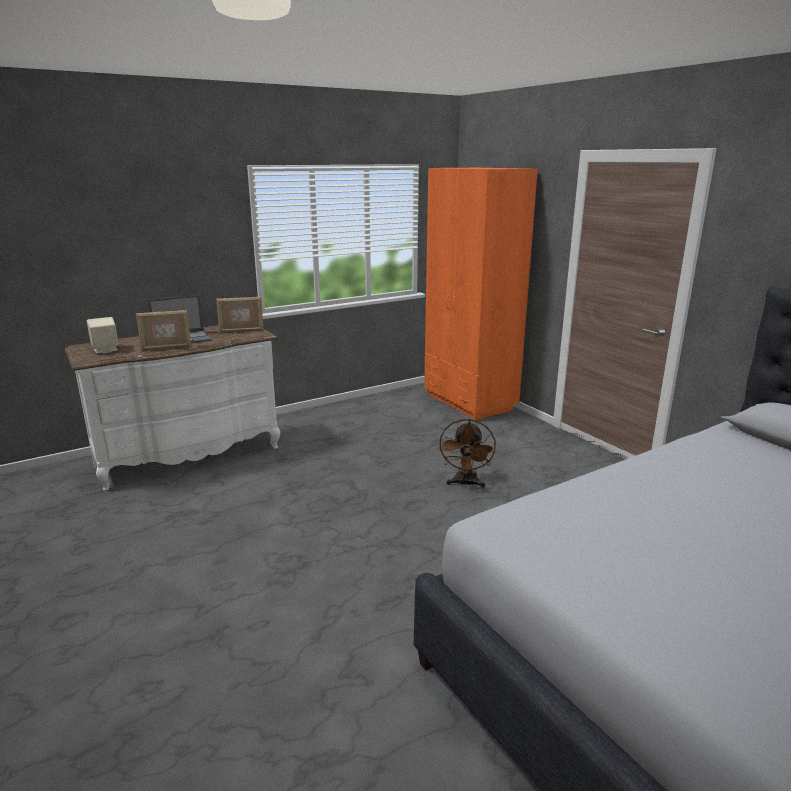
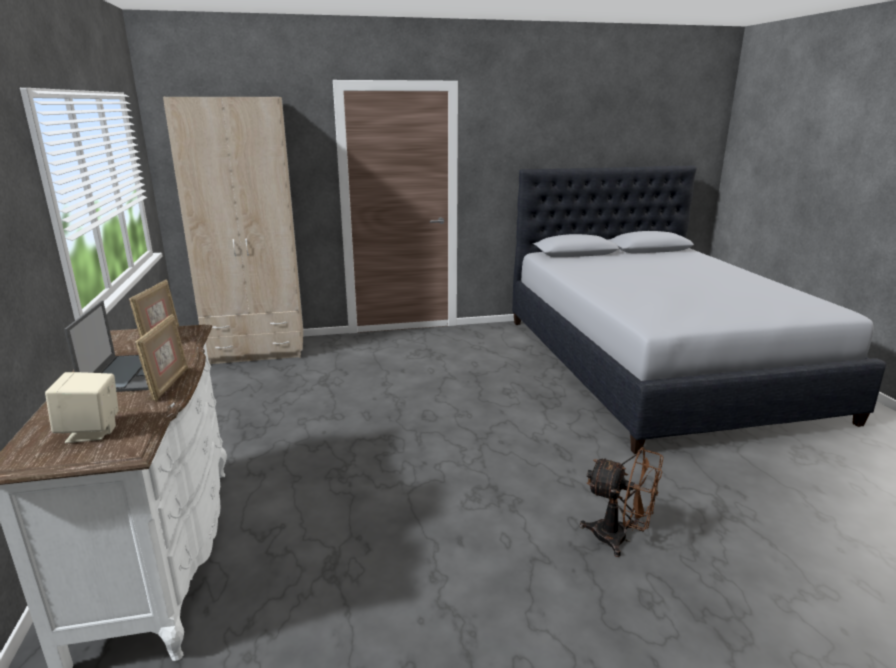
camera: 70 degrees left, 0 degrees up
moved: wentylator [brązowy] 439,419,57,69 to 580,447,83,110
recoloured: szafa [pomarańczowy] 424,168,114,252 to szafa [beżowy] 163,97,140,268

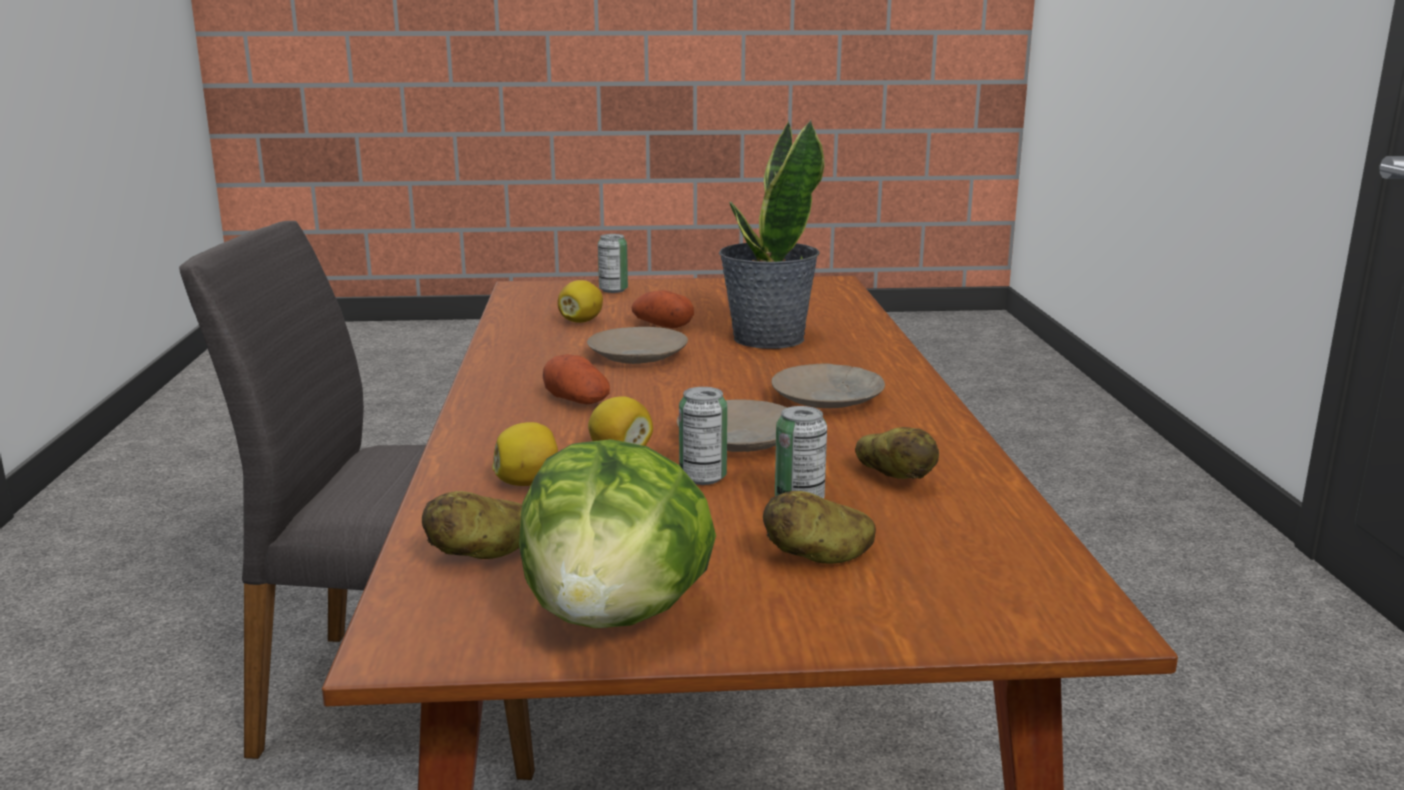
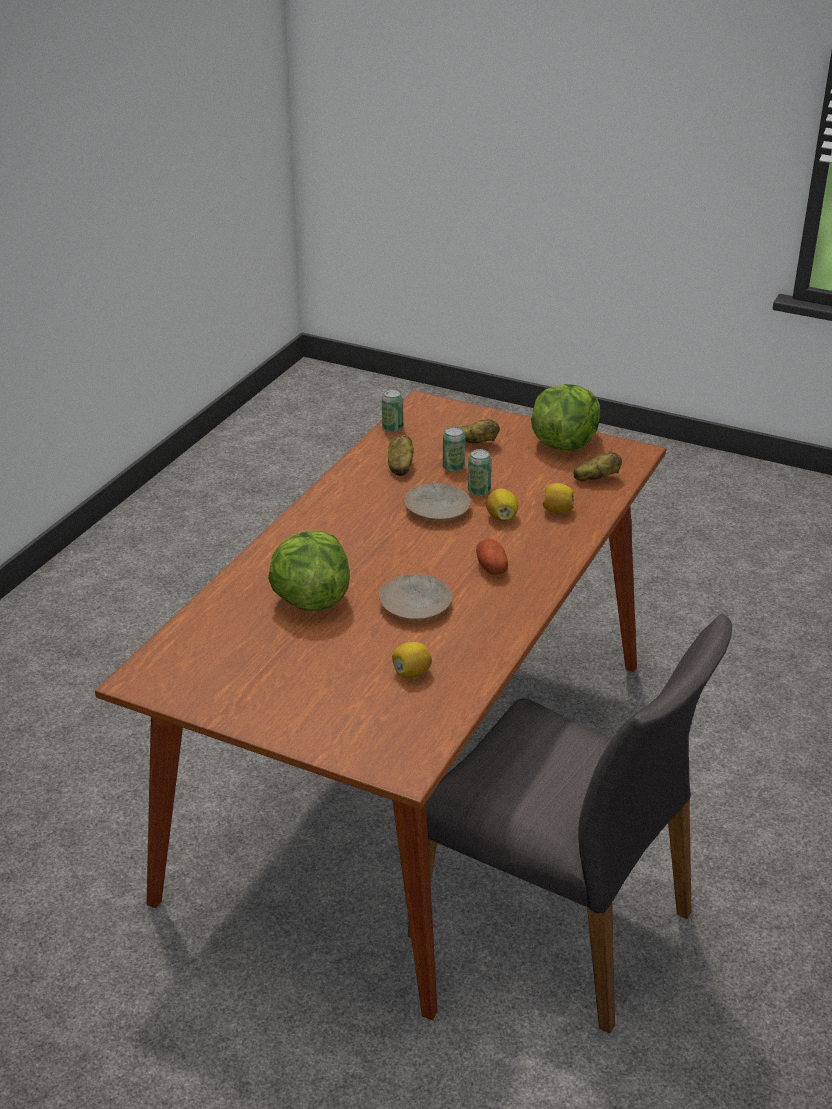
camera: 150 degrees left, 15 degrees up
removed: ziemniak 632,290,62,38; talerz [beżowy] 772,364,113,44
moved: puszka 598,234,30,59 to 382,389,21,44
replaced: roślina doniczkowa 719,120,105,229 to sałata 268,531,82,80

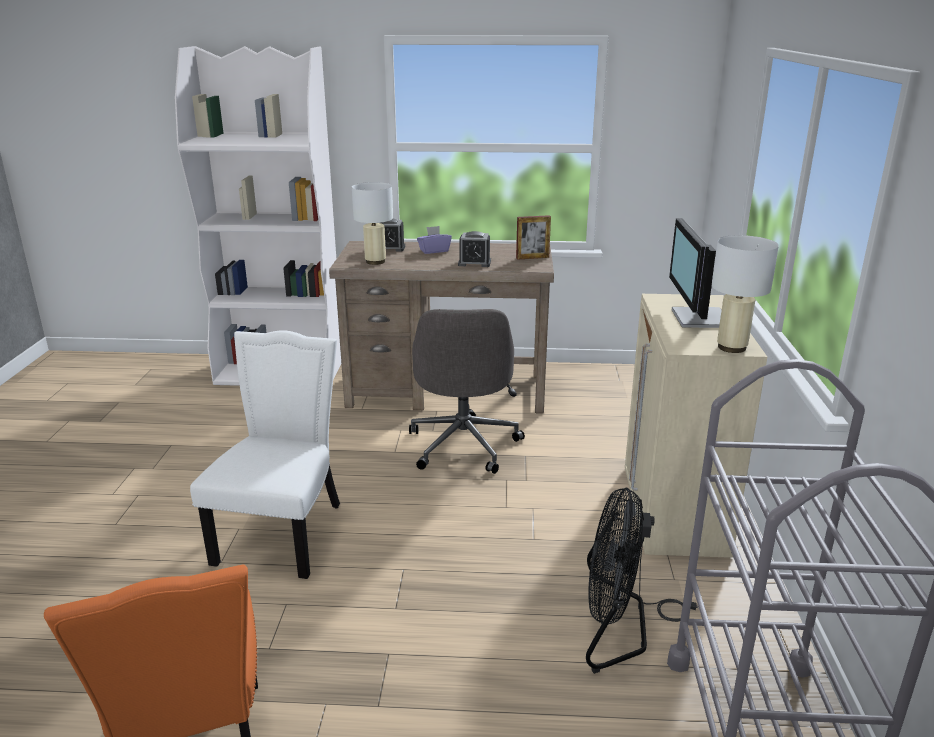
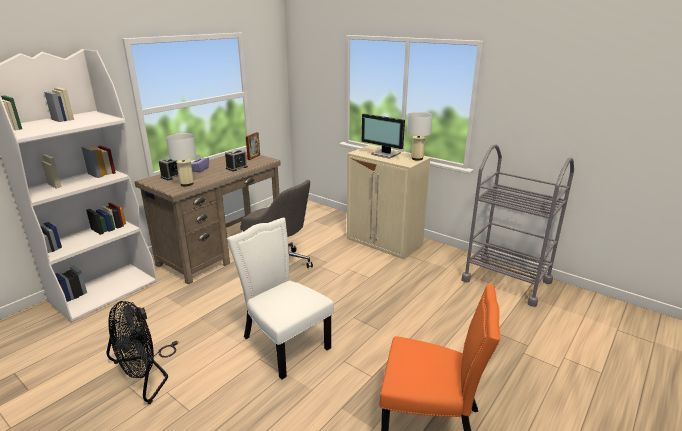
camera: 55 degrees left, 0 degrees up
moved: wentylator [czarny] 586,488,113,186 to 106,301,73,103

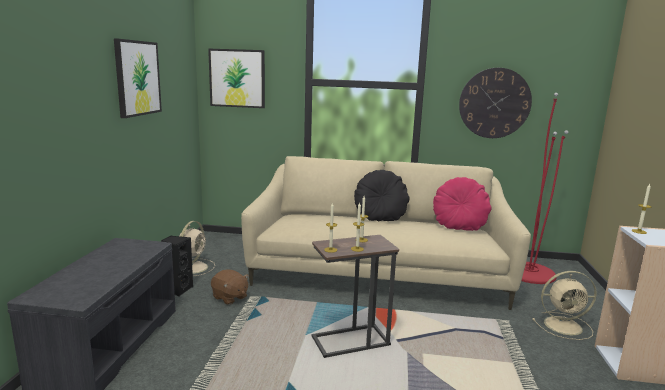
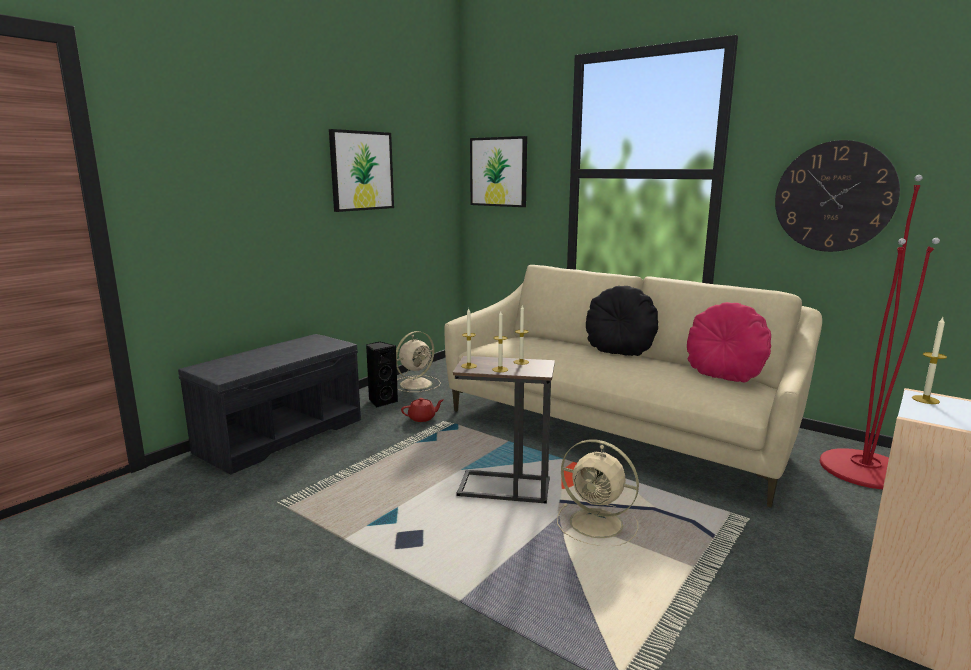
camera: 30 degrees right, 0 degrees up
moved: wentylator [beżowy] 532,271,65,69 to 557,439,82,107
replaced: pluszak [brązowy] 211,269,38,36 to imbryk [czerwony] 401,398,43,24

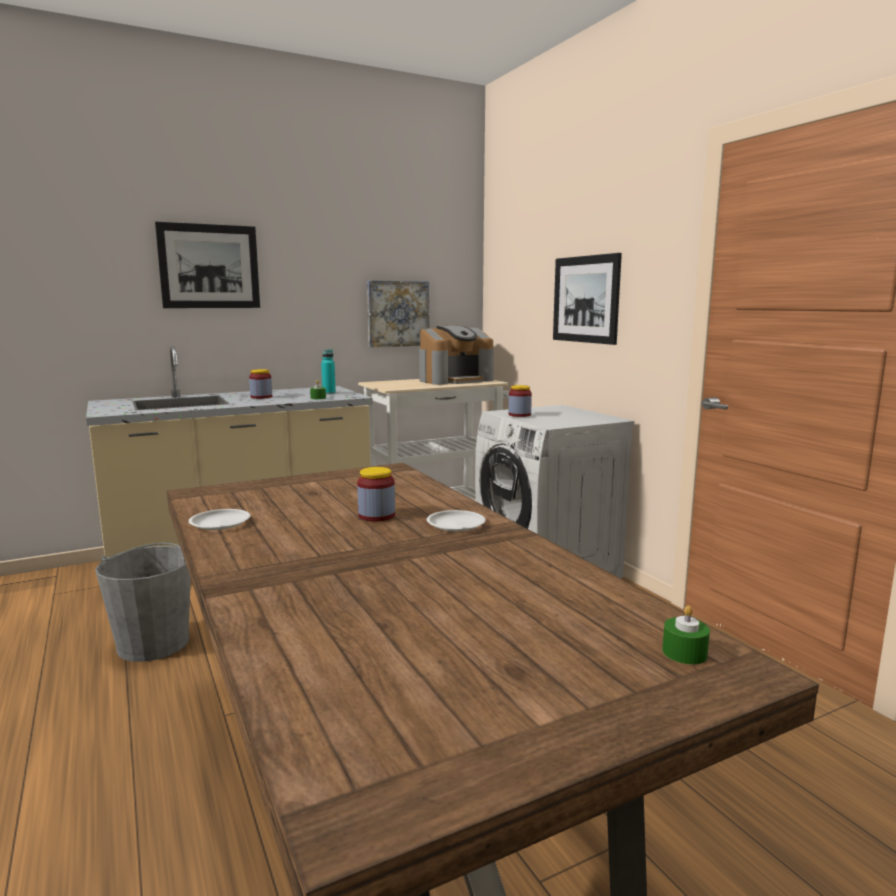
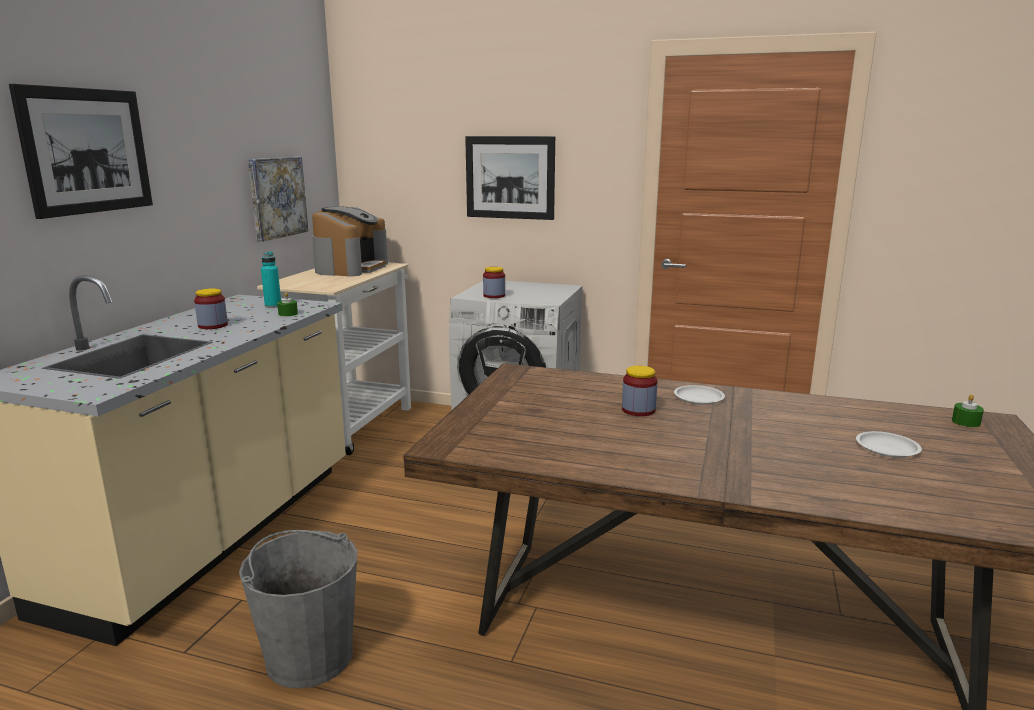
camera: 45 degrees left, 5 degrees up
moved: talerz [biały] 189,509,62,21 to 856,431,66,27

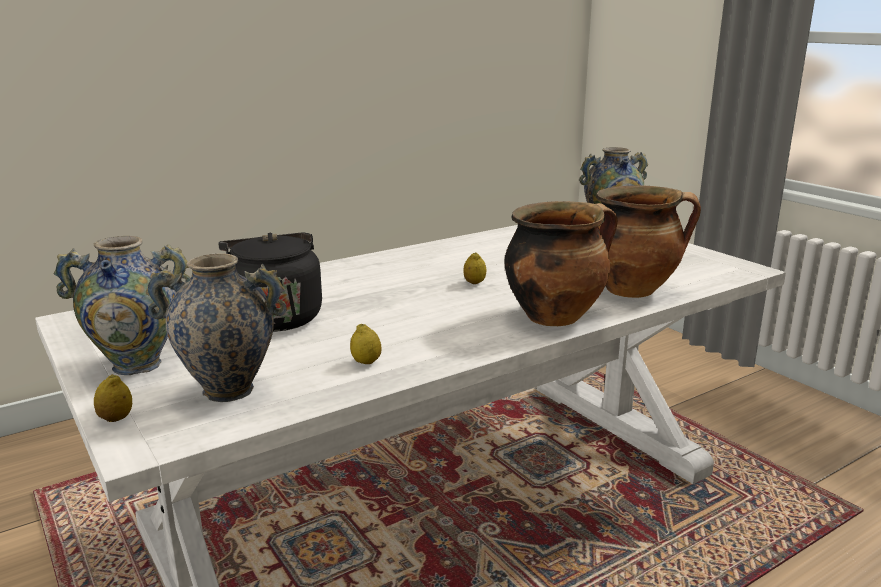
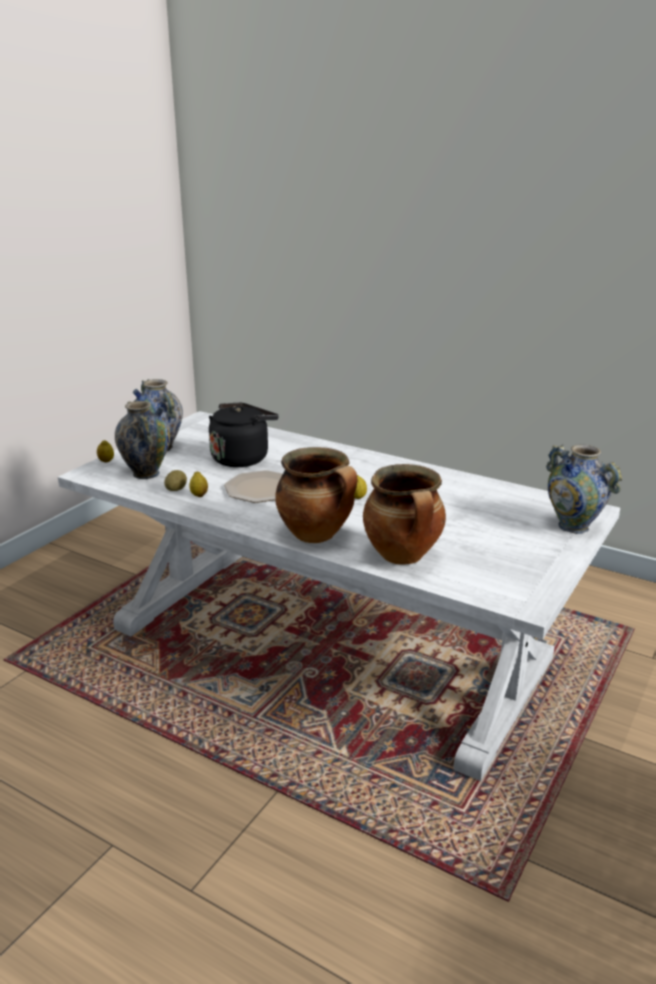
camera: 65 degrees right, 5 degrees up
added: ziemniak 164,470,23,21; talerz 224,470,59,33

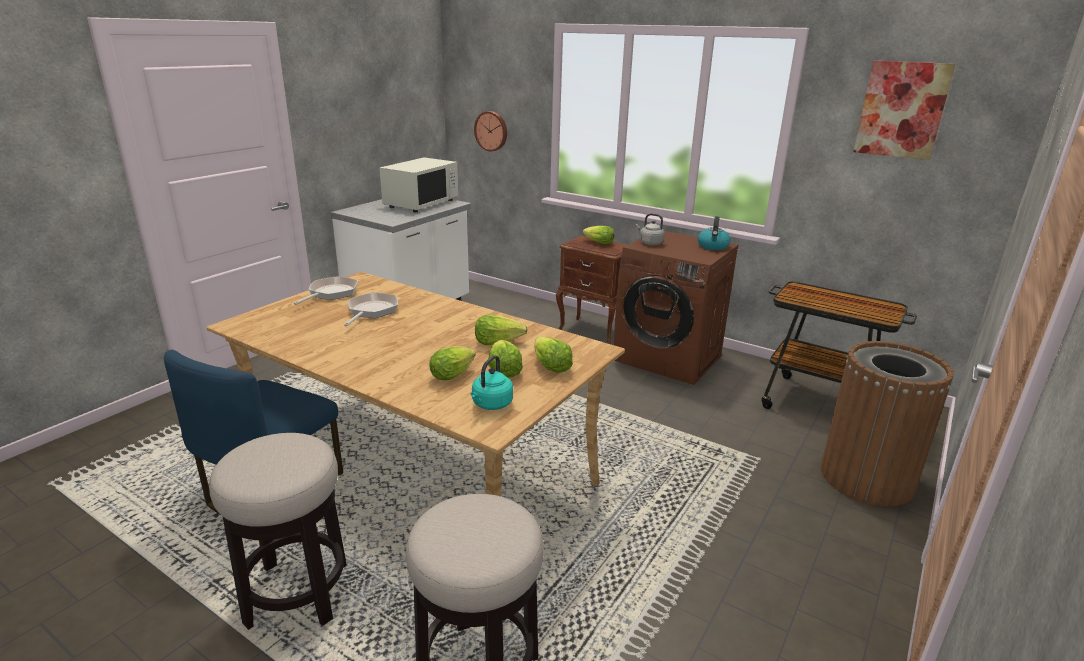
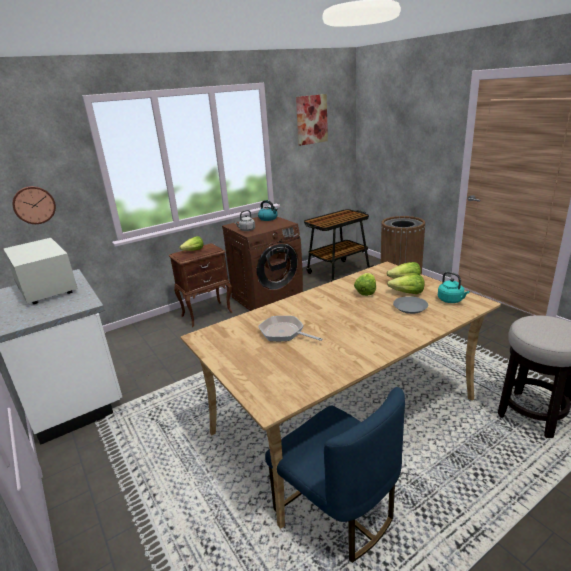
camera: 65 degrees left, 0 degrees up
removed: stołek 209,433,138,197; patelnia 294,276,64,29
replaced: sałata 429,346,47,35 to talerz [szary] 393,296,35,18

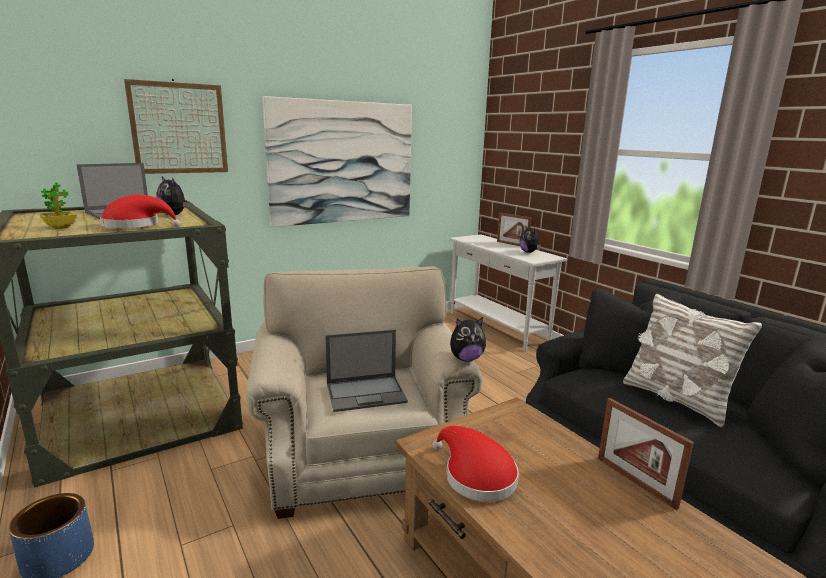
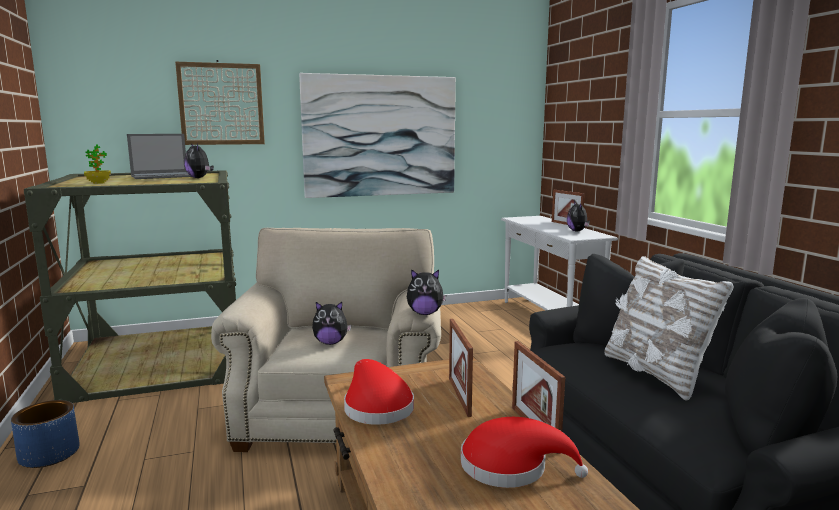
camera: 15 degrees right, 5 degrees down
added: ramka na zdjęcie 449,319,24,98
moved: kapelusz [czerwony] 100,195,81,33 to 461,417,127,71
replaced: laptop 325,329,83,83 to pluszak 312,302,39,43

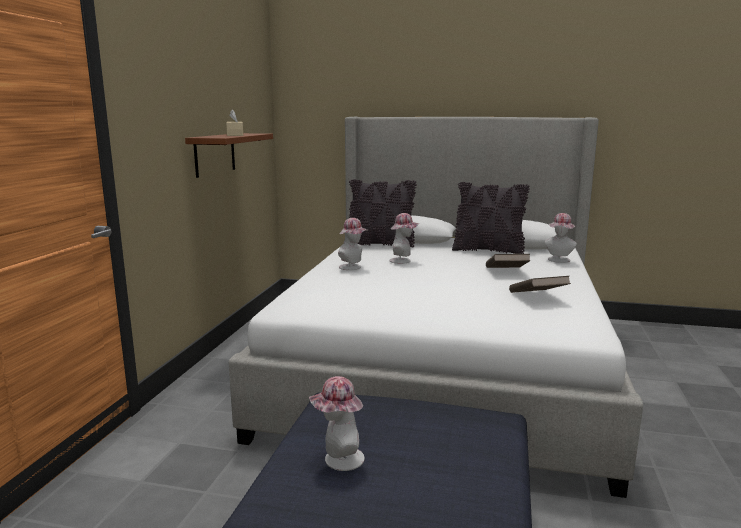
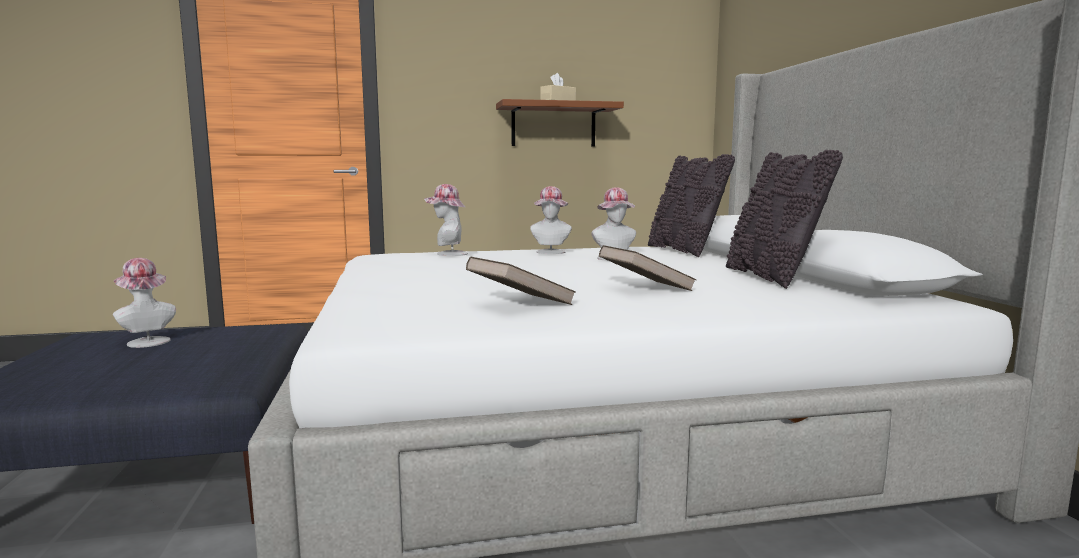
camera: 65 degrees right, 5 degrees down
moved: kapelusz 545,213,32,50 to 424,184,44,72

